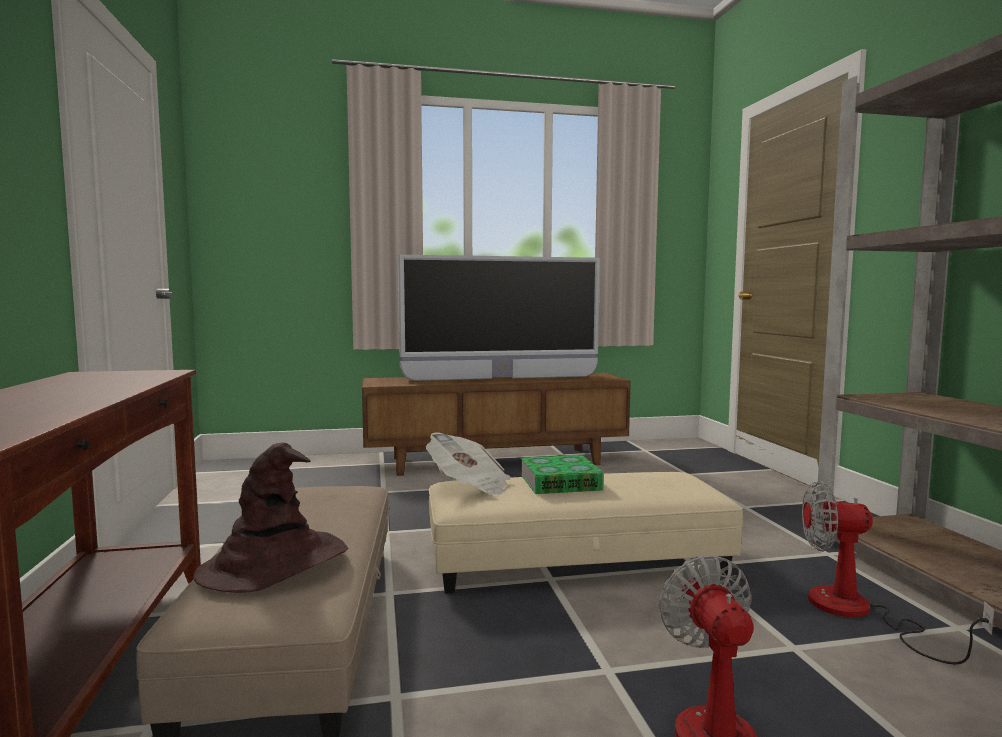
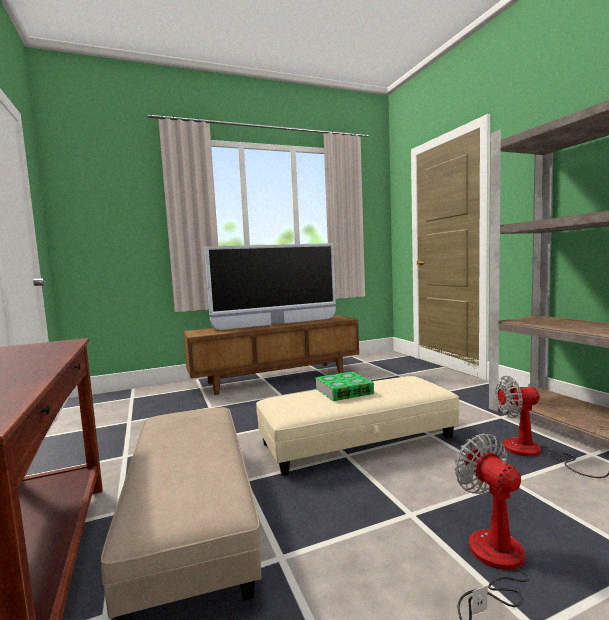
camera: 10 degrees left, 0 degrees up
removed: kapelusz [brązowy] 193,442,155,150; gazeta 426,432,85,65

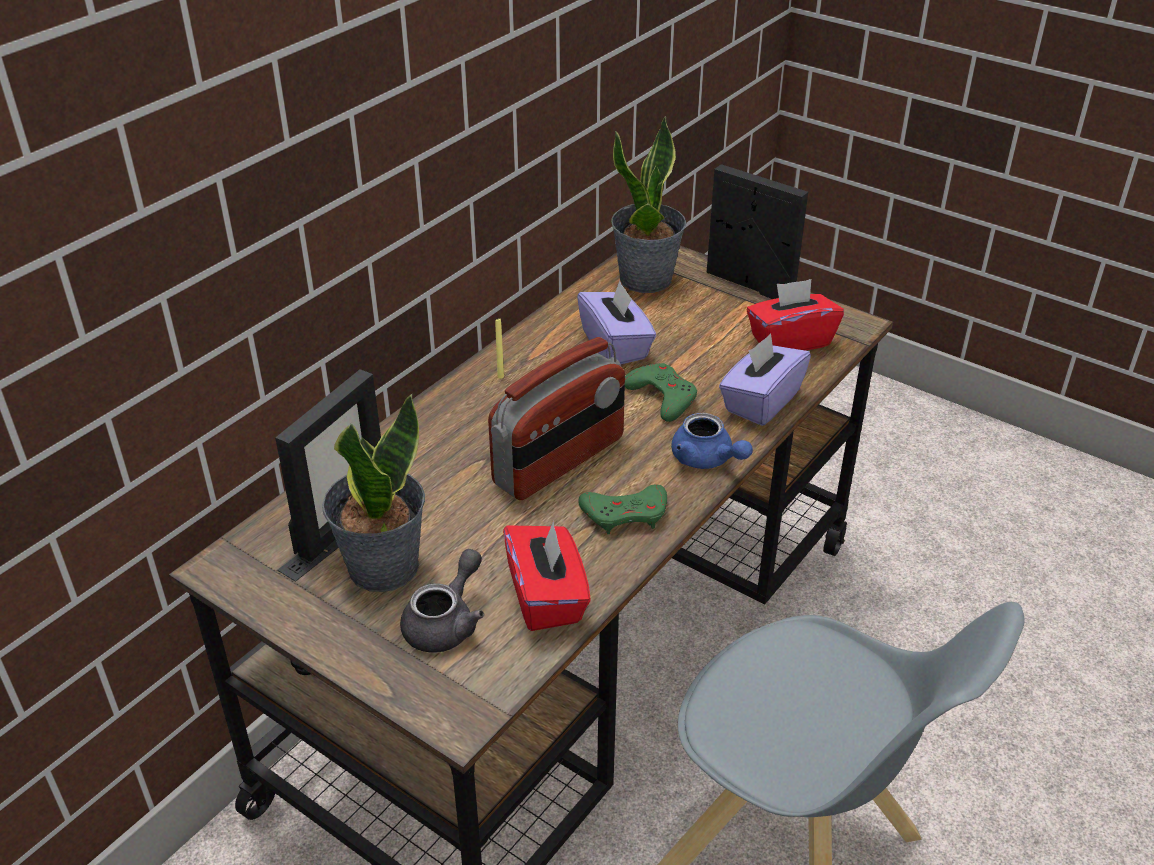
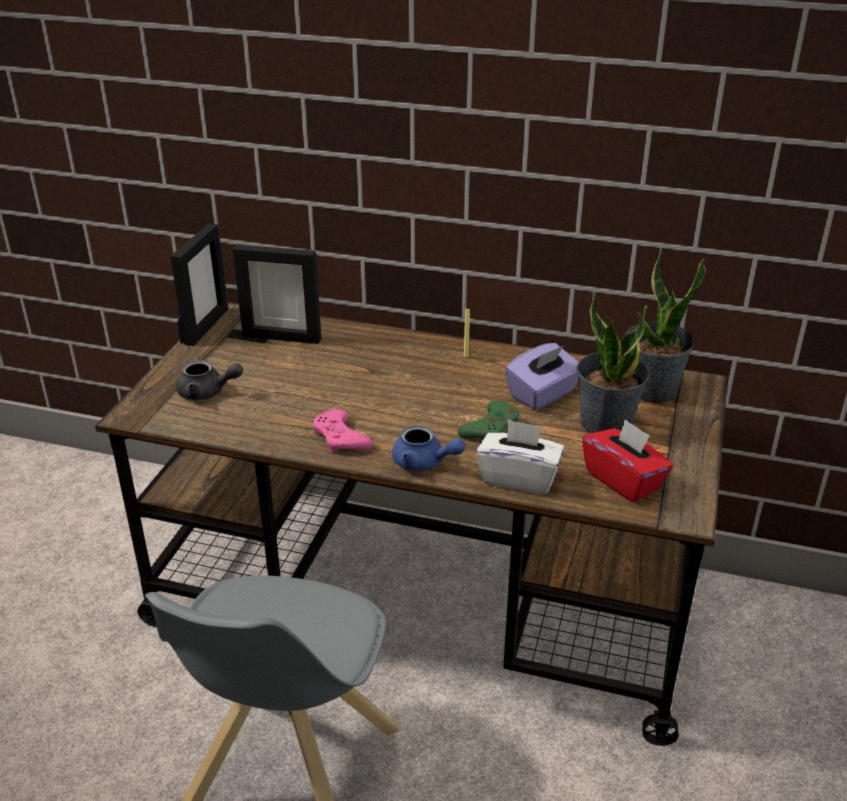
camera: 70 degrees right, 5 degrees down
removed: radio 488,337,137,163; pudełko chusteczek [czerwony] 503,521,88,110
moved: roślina doniczkowa 322,394,103,198 to 577,291,72,143; ramka na zdjęcie 707,164,101,135 to 170,223,58,123
recoloured: pad do gier [zielony] 578,484,89,50 to pad do gier [różowy] 313,409,60,44; pudełko chusteczek [fioletowy] 719,333,92,93 to pudełko chusteczek [biały] 476,419,88,75
turned: imbryk [niebieski] 671,413,82,56 = 392,425,73,46 90 degrees counterclockwise

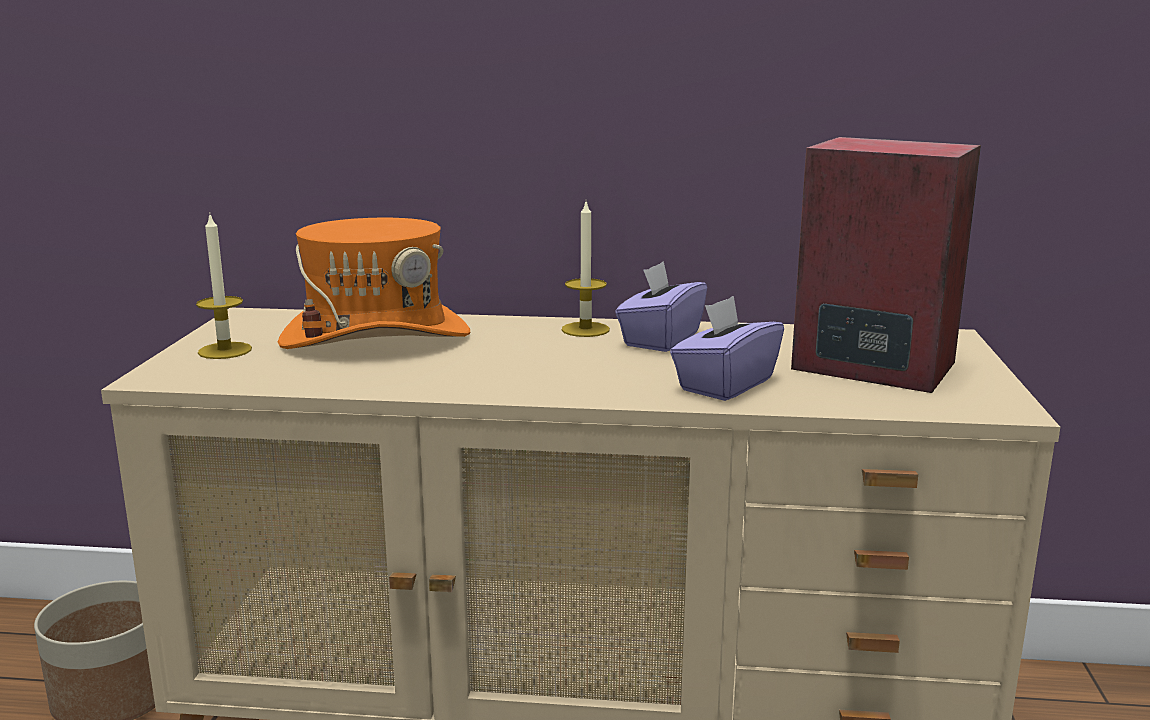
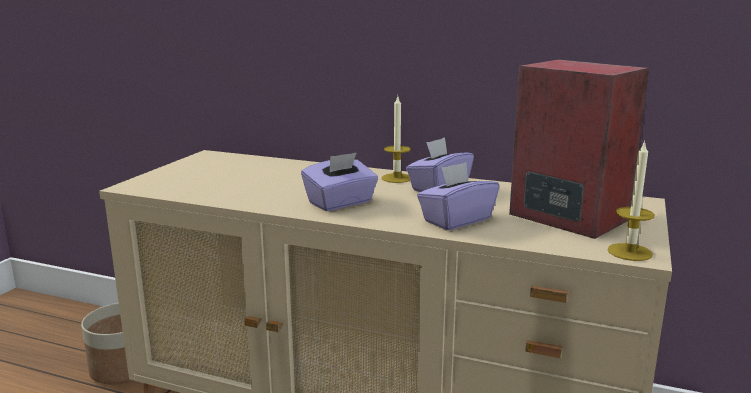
camera: 15 degrees right, 0 degrees up
removed: kapelusz [pomarańczowy] 278,218,192,131
added: pudełko chusteczek [fioletowy] 301,152,77,59
moved: świeca 196,215,56,144 to 607,140,48,121

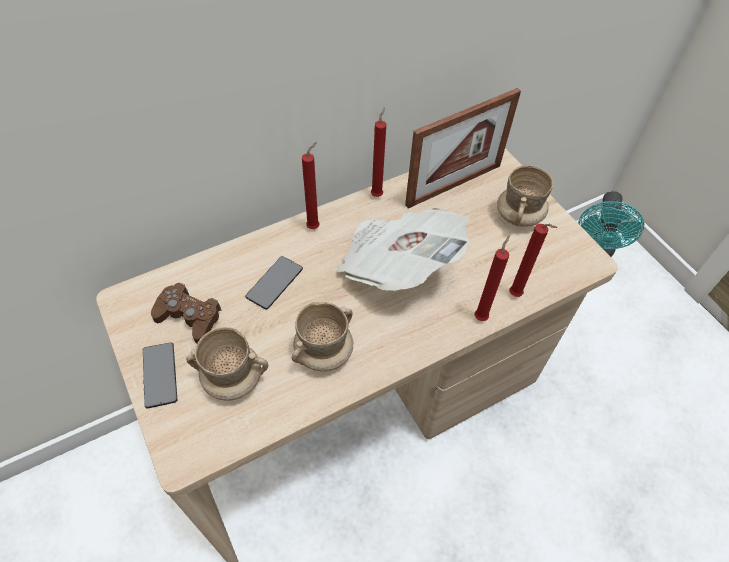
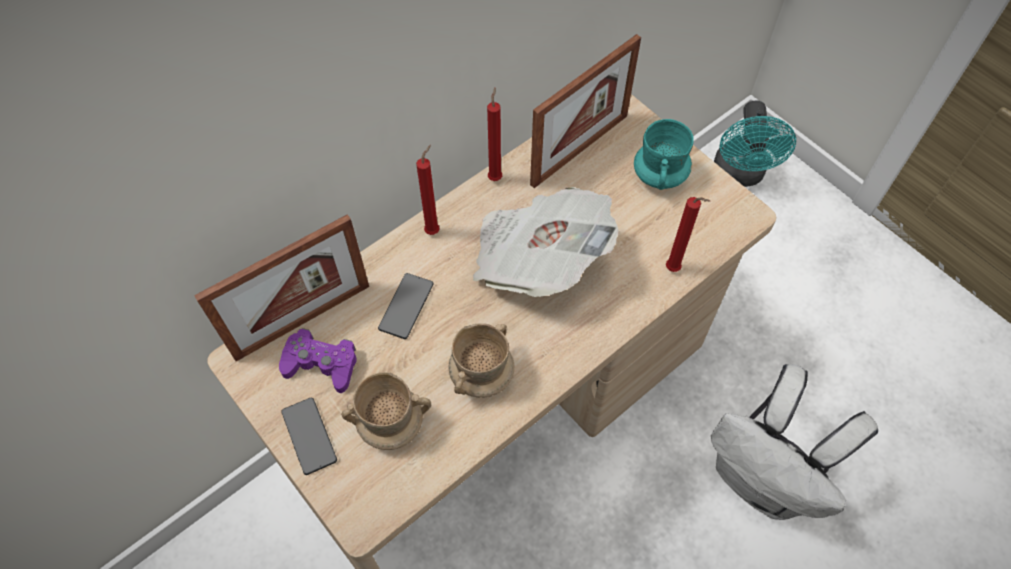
camera: 10 degrees left, 5 degrees up
removed: świeca [czerwony] 474,235,36,86
added: ramka na zdjęcie 194,214,175,147; plecak [biały] 711,364,167,156
recoloured: pad do gier [brązowy] 151,283,71,60 to pad do gier [fioletowy] 279,328,77,65; kubek [beżowy] 497,165,56,62 to kubek [turkusowy] 634,119,60,71

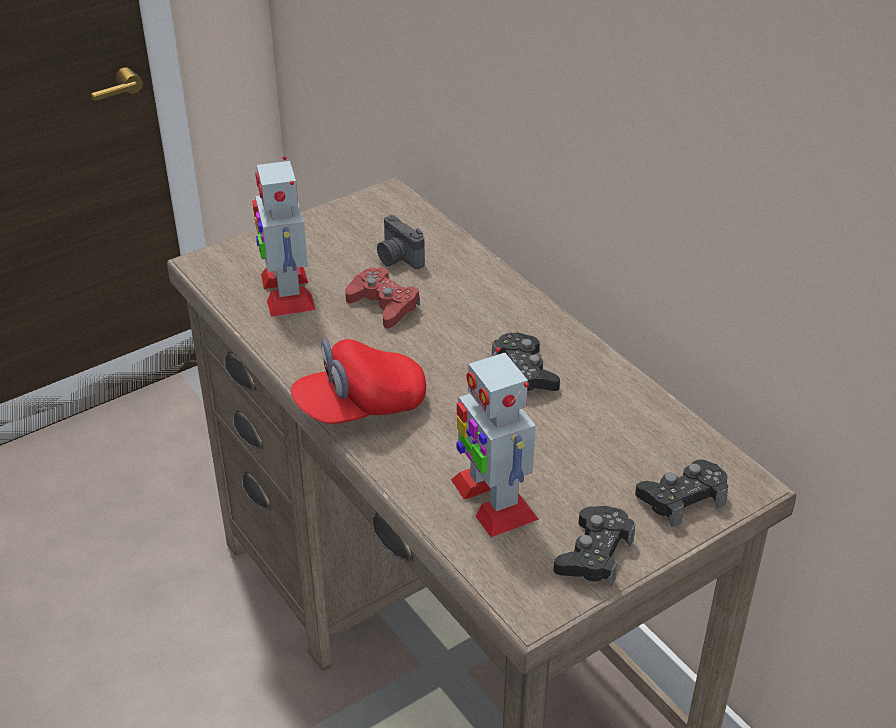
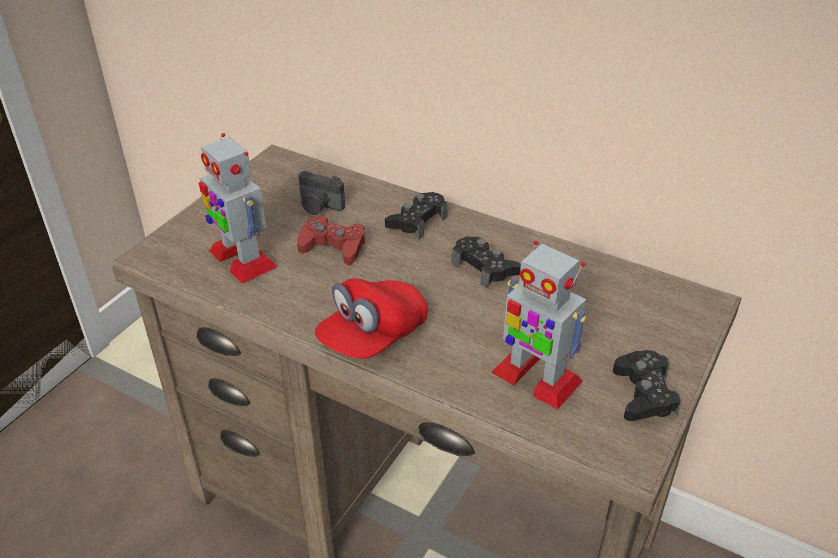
camera: 25 degrees left, 0 degrees up
moved: pad do gier [czarny] 635,459,93,68 to 385,192,63,47

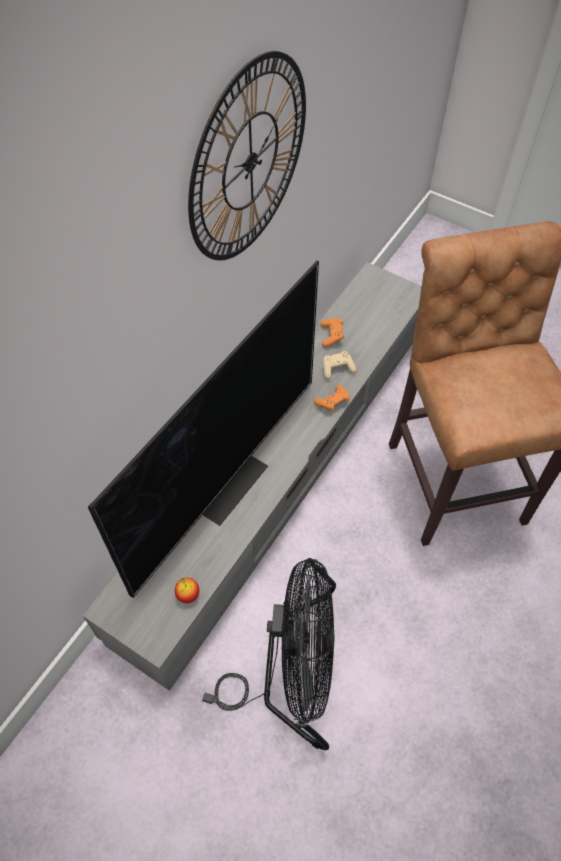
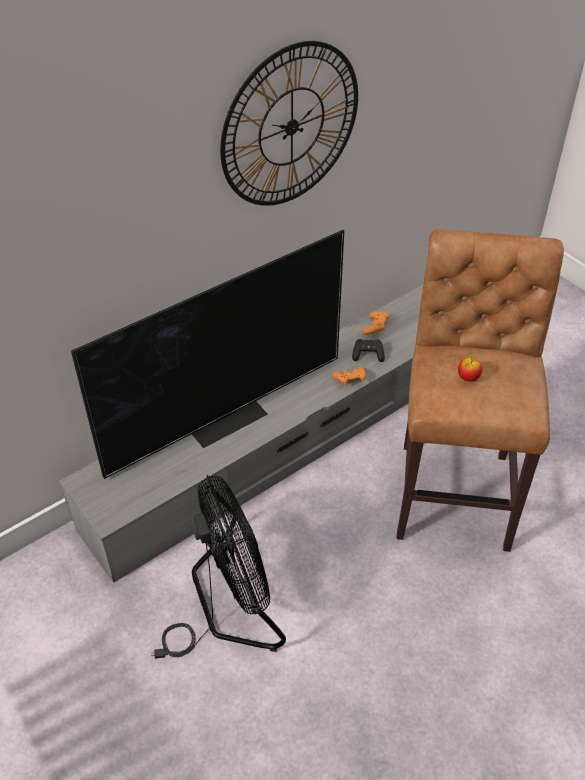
camera: 20 degrees right, 10 degrees down
moved: jabłko 175,578,24,25 to 458,353,24,29
recoloured: pad do gier [beżowy] 323,351,34,29 to pad do gier [czarny] 352,339,33,23
turned: wentylator [czarny] 201,558,135,192 = 151,475,135,184 45 degrees counterclockwise

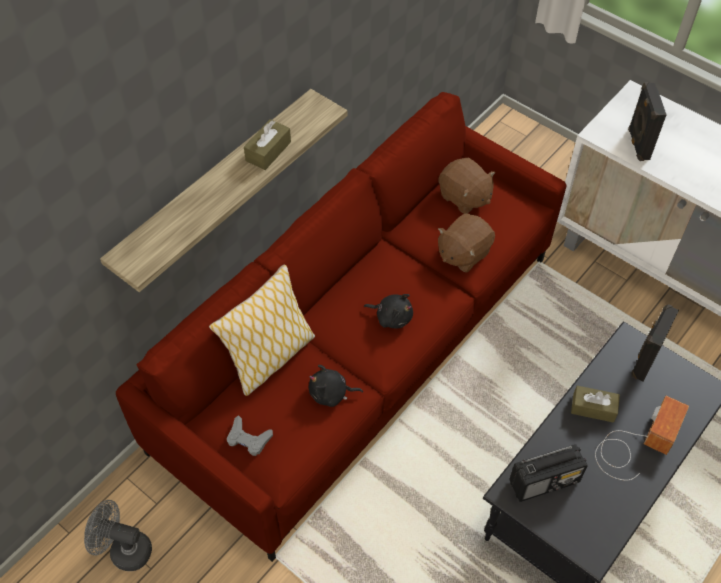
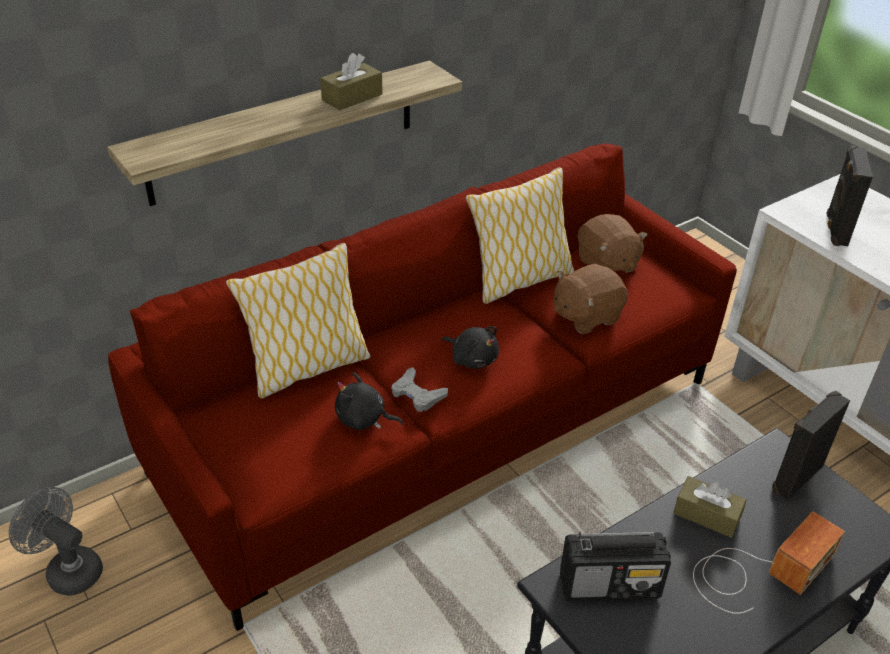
camera: 15 degrees right, 15 degrees down
added: poduszka 466,167,108,137
moved: pad do gier [szary] 227,415,46,41 to 391,367,57,45

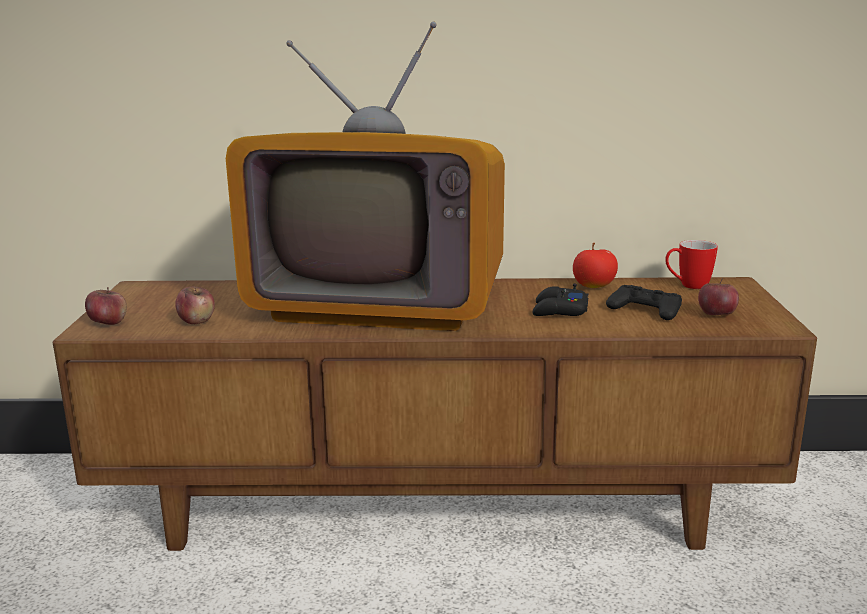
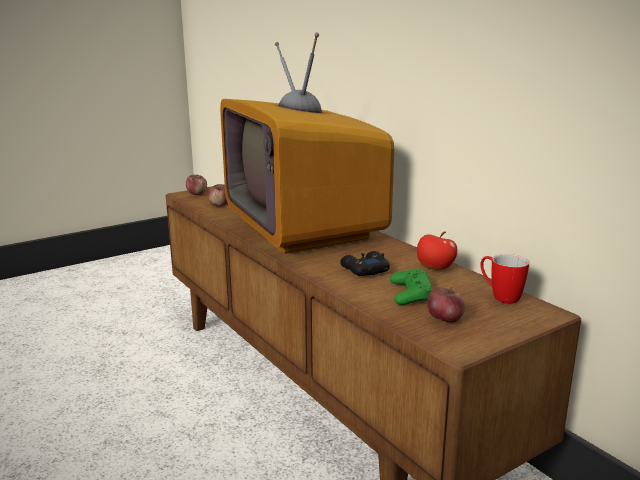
camera: 55 degrees right, 0 degrees up
recoloured: pad do gier [czarny] 606,285,76,35 to pad do gier [zielony] 390,269,43,36

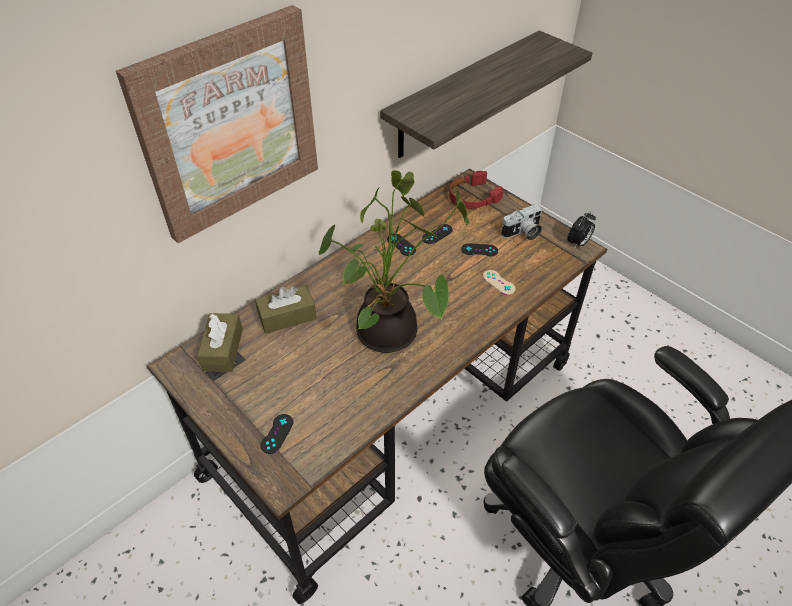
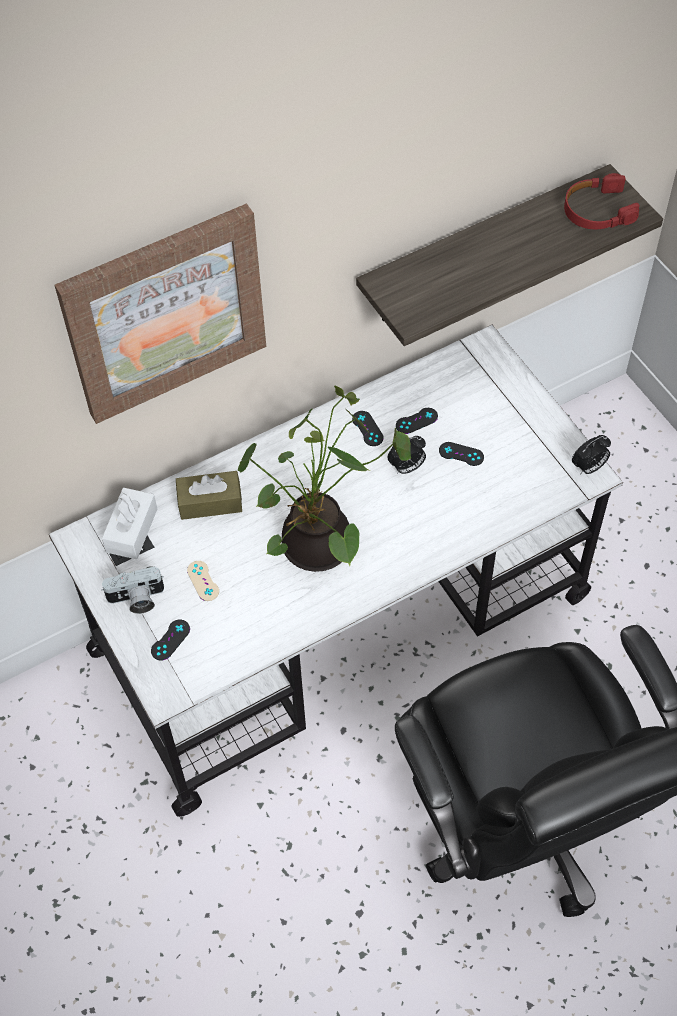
camera: 15 degrees right, 10 degrees up
added: budzik 388,436,38,38
moved: słuchawki [czerwony] 449,171,54,38 to 564,173,75,56; pad do gier [beżowy] 483,270,32,25 to 187,561,32,40; aparat fotograficzny 501,204,41,36 to 101,566,63,48
recoloured: biurko [brązowy] 147,169,460,435 to biurko [biały] 49,325,574,492; pudełko chusteczek [brązowy] 197,313,46,59 to pudełko chusteczek [biały] 102,488,55,71

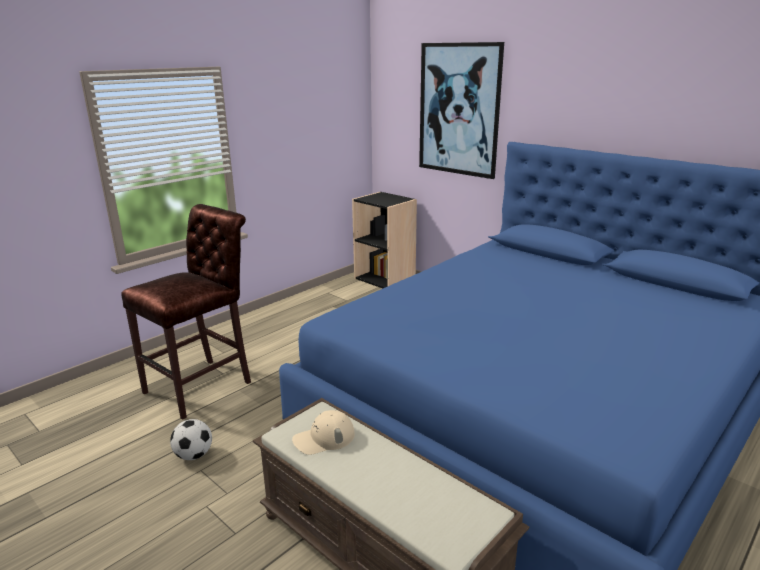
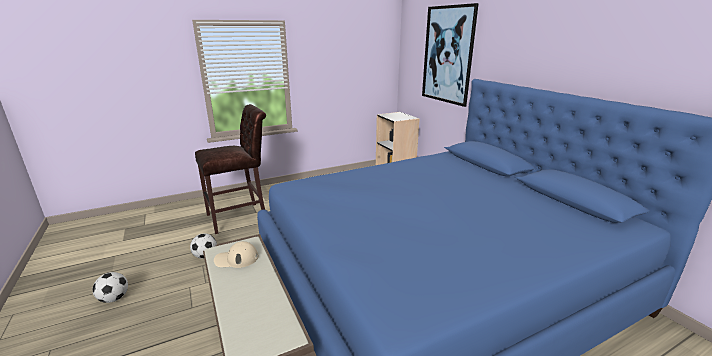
camera: 20 degrees right, 0 degrees up
added: piłka futbolowa 93,272,35,31

